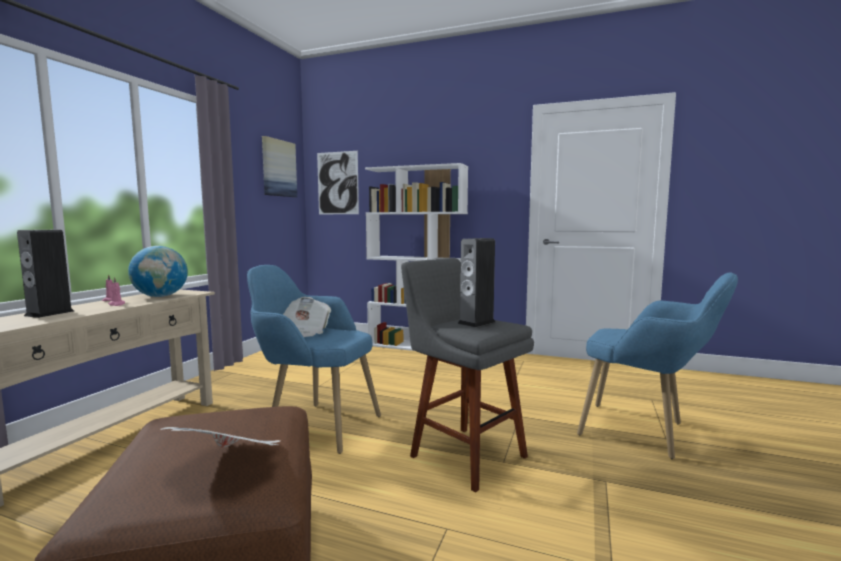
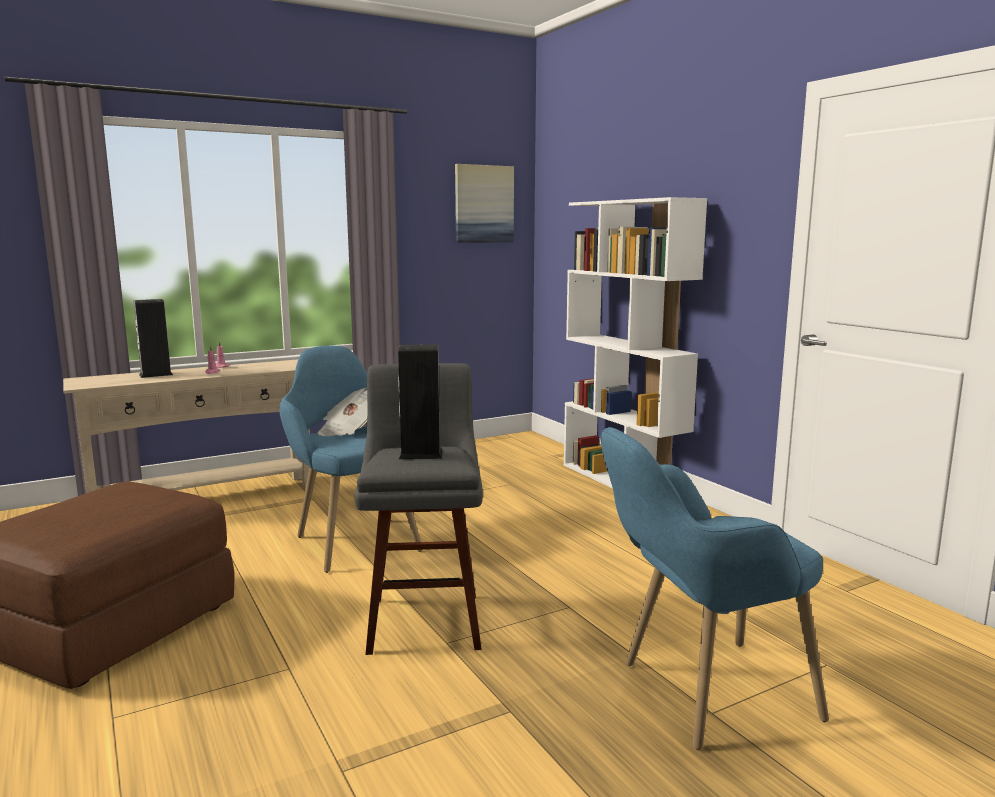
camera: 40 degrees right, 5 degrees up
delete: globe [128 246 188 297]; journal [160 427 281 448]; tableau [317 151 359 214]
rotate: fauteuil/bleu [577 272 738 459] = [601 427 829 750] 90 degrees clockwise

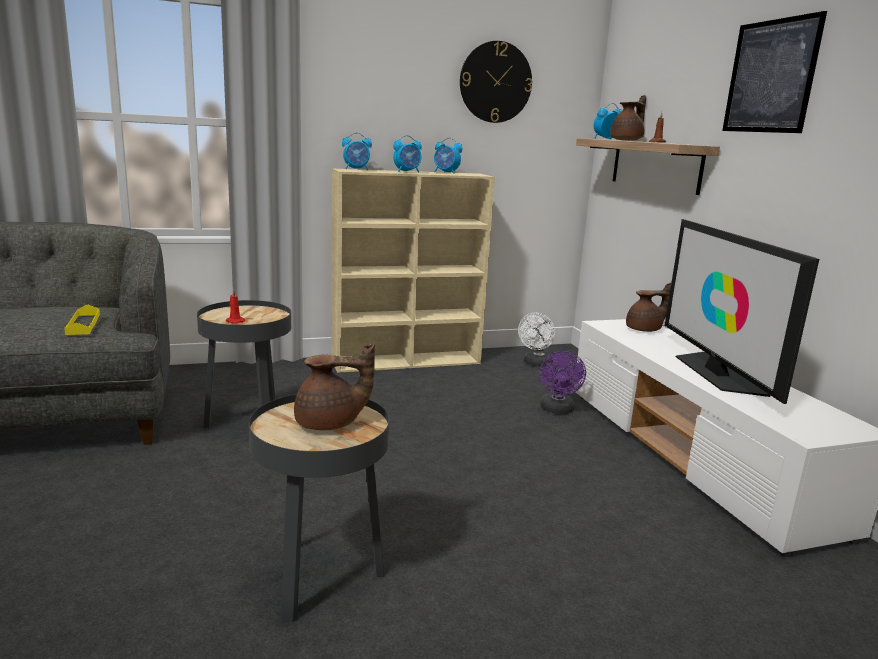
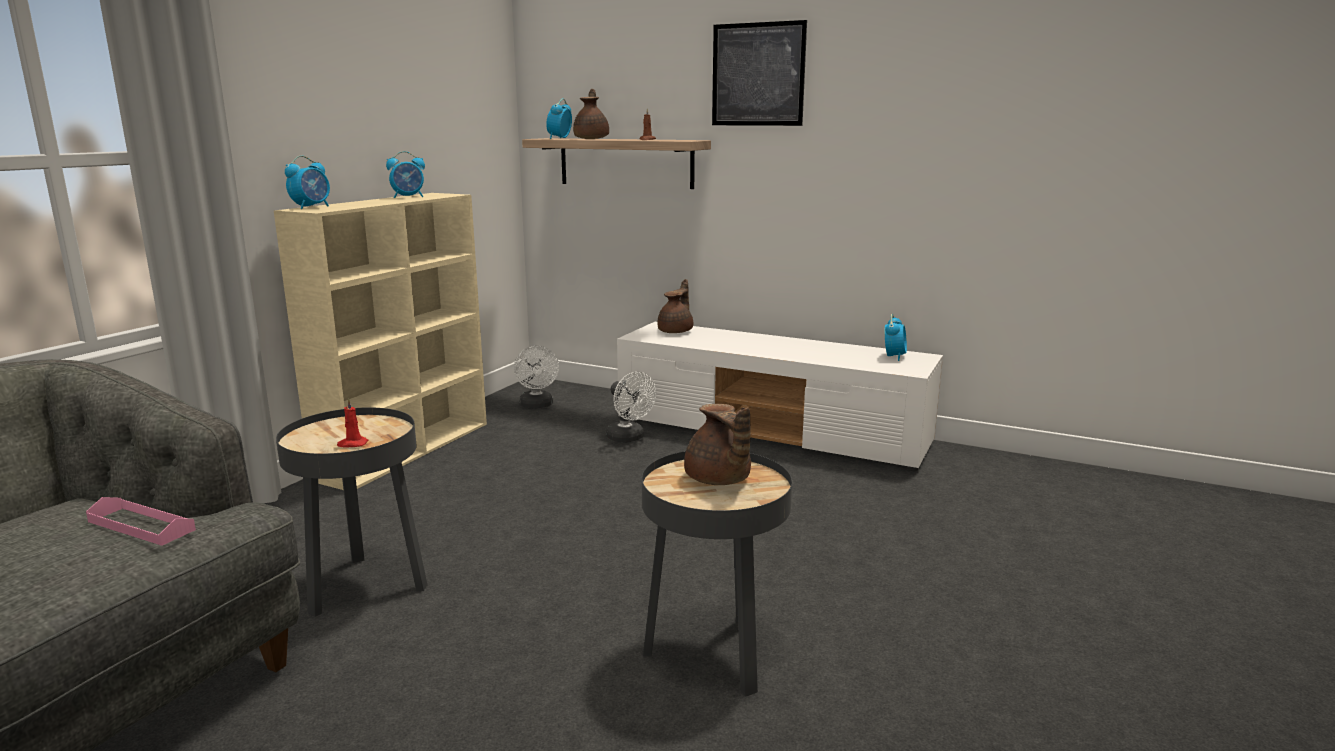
camera: 45 degrees left, 0 degrees up
delete: horloge murale [460 41 533 123]; téléviseur [665 219 819 404]
move: réveil [393 135 422 173] to [885 314 907 361]
recolor: plateau/jaune [64 305 100 335] to plateau/rose [86 497 196 546]; ventilateur/violet [539 351 586 414] to ventilateur/blanc [606 372 656 443]
rotate: théière/marron [294 343 375 430] = [684 404 751 485] 120 degrees clockwise

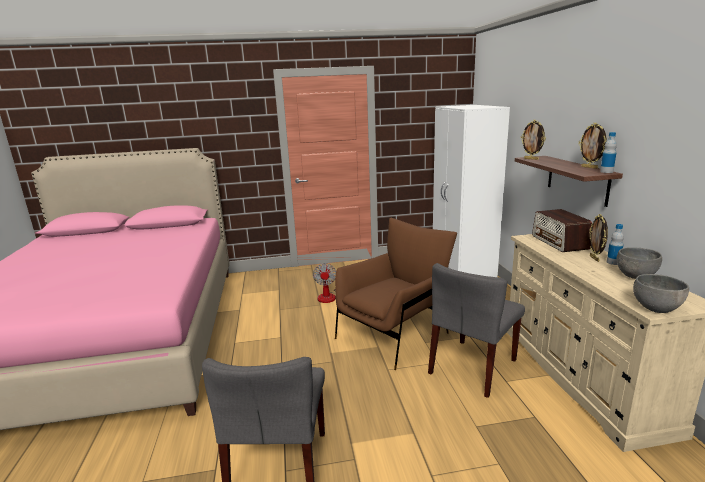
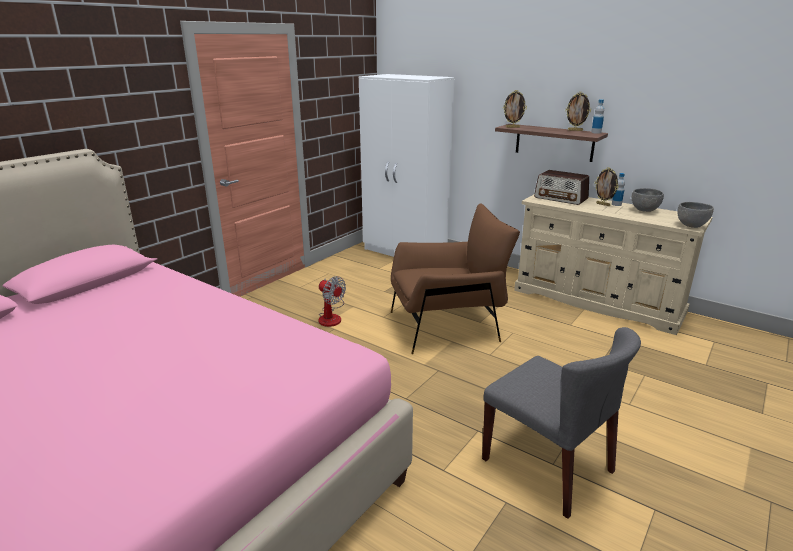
camera: 45 degrees left, 5 degrees up
delete: chaise/gris [428 263 525 398]
rotate: fauteuil/marron [335 218 457 370] = [391 203 520 354] 75 degrees clockwise

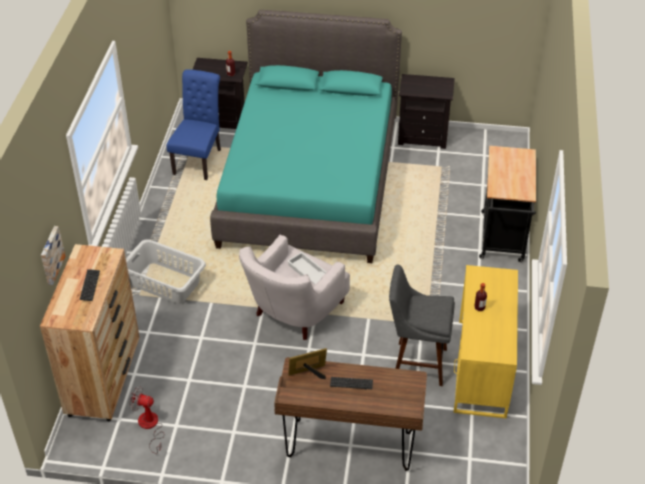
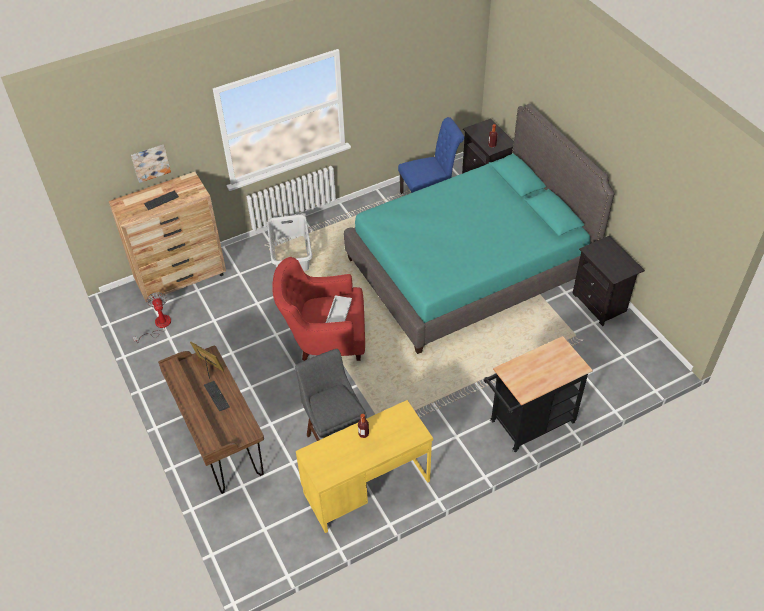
camera: 55 degrees right, 5 degrees up
recolor: fauteuil/blanc [239 235 350 340] to fauteuil/rouge [272 257 365 361]

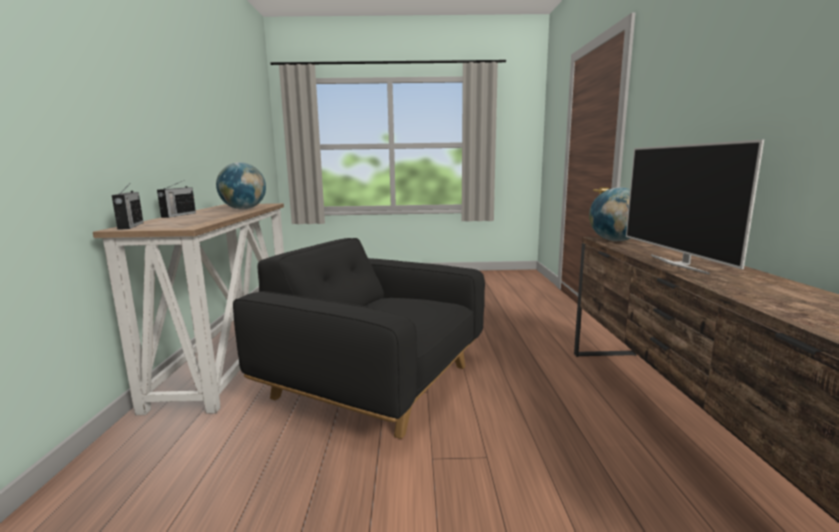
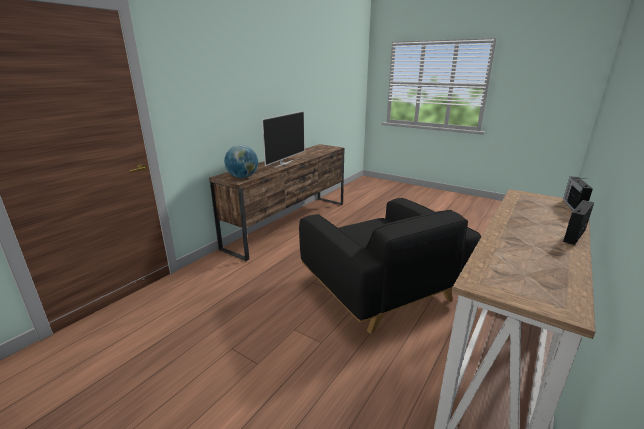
camera: 145 degrees left, 10 degrees up
delete: globe [216 162 266 209]

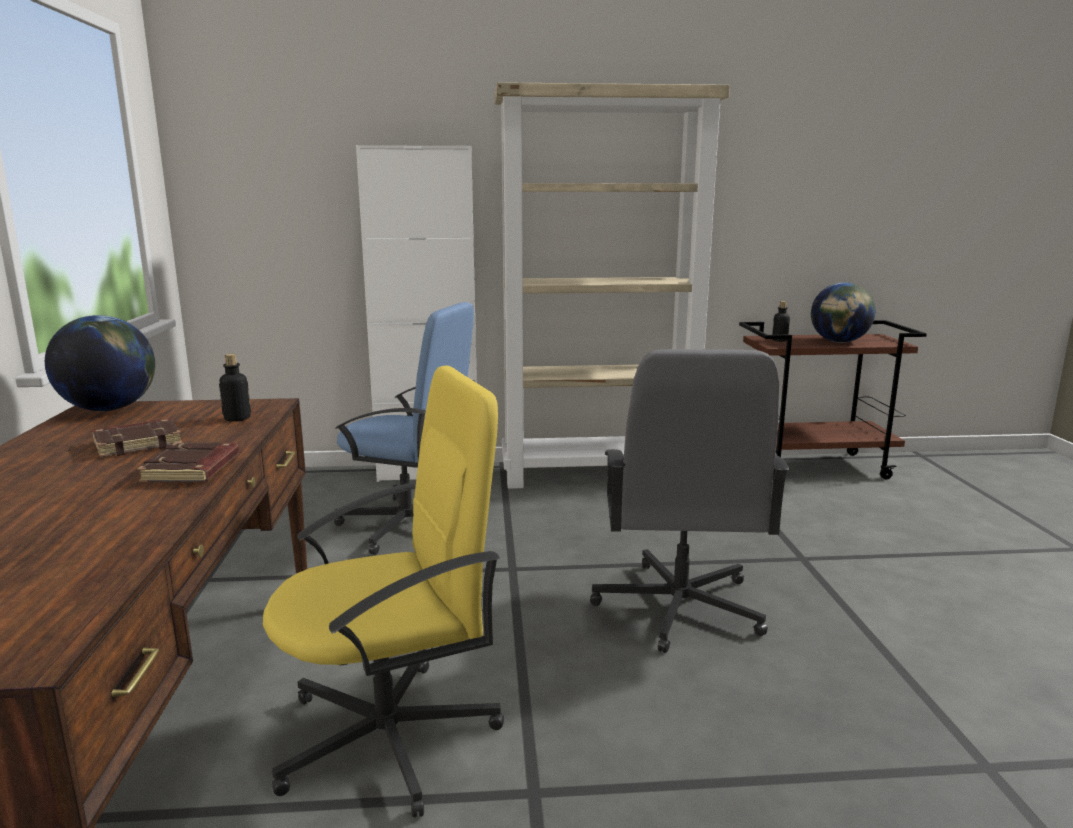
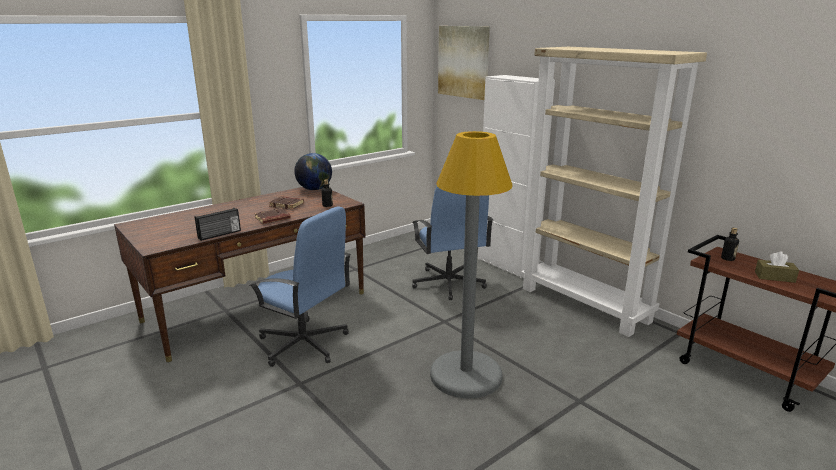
camera: 55 degrees right, 5 degrees up
insert: radio [195 208 241 241]; tableau [438 26 490 100]
replace: chaise de bureau/gris [590 349 790 653] to lampadaire/gris [430 131 513 399]; globe [811 282 875 343] to boîte à mouchoirs/marron [755 251 799 283]
recolor: chaise de bureau/jaune [263 366 504 817] to chaise de bureau/bleu [249 206 351 367]

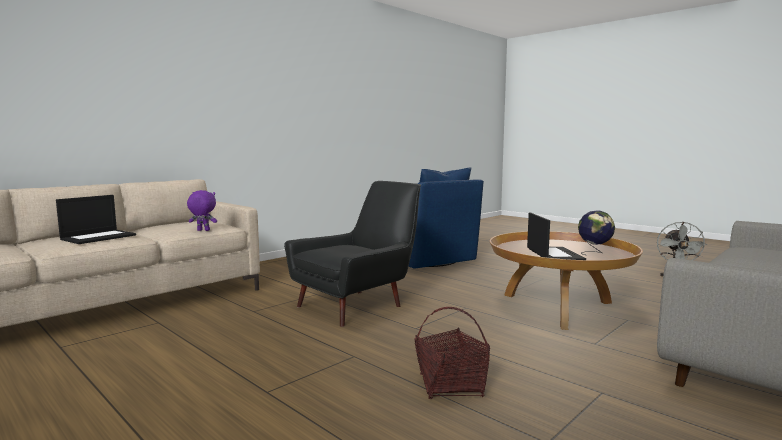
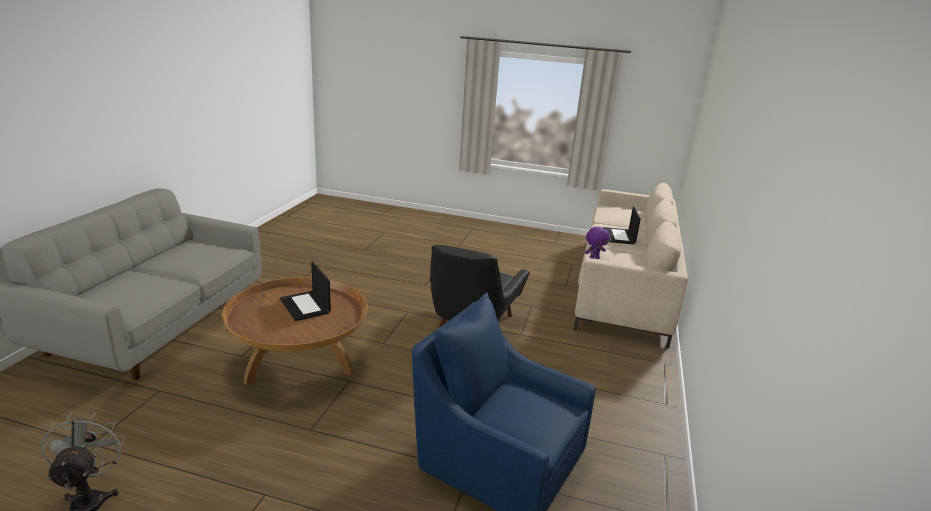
camera: 150 degrees right, 15 degrees up
delete: panier [415 307 490 399]; globe [578 210 615 255]

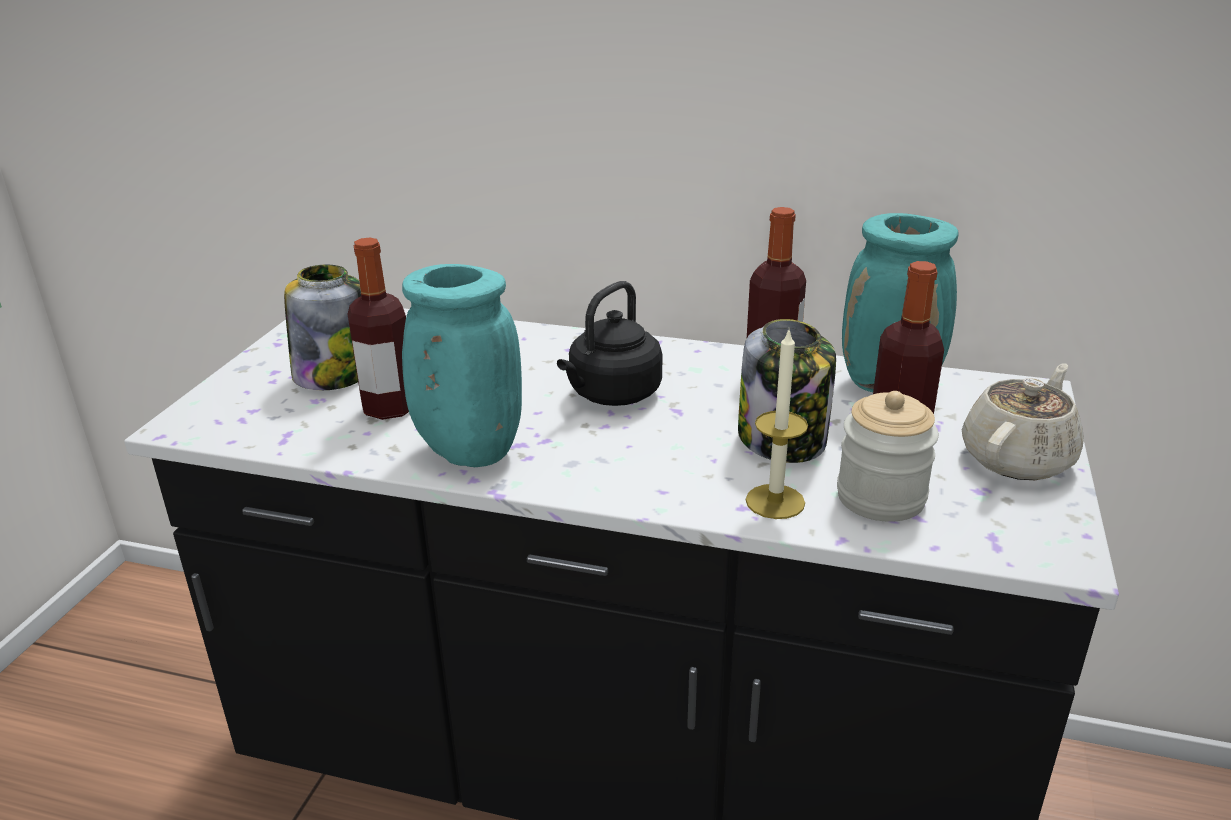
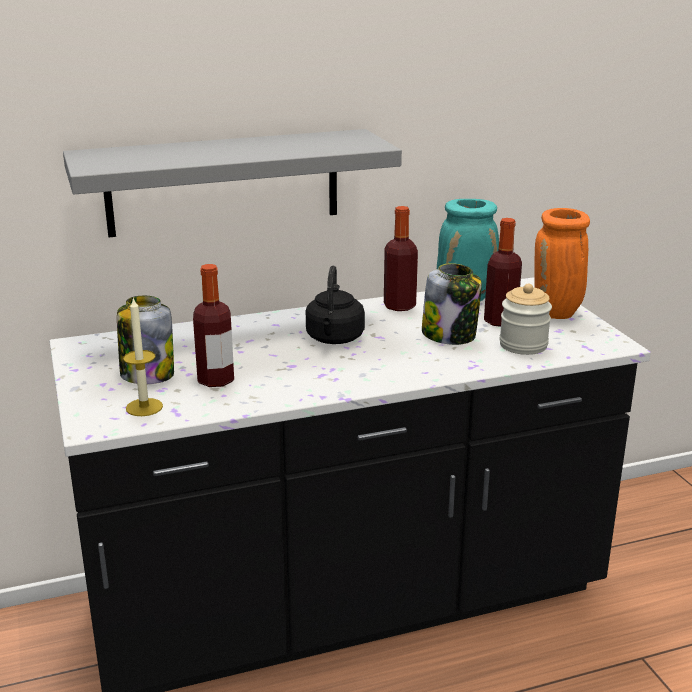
camera: 35 degrees left, 5 degrees down
delete: vase/turquoise [402 264 522 467]
insert: étagère/gris [63 129 402 237]
move: bougie [746 330 808 519] to [123 297 163 416]
replace: théière/beige [962 363 1084 480] to vase/orange [534 208 590 319]

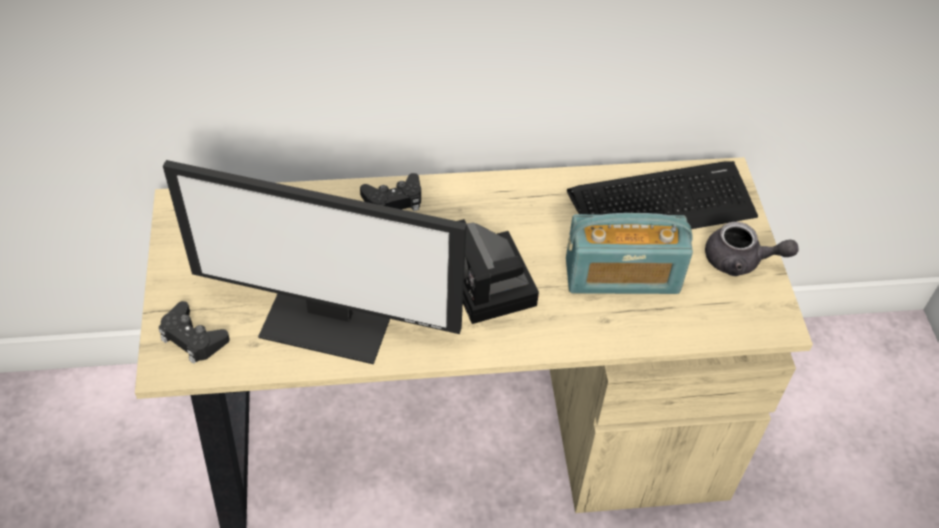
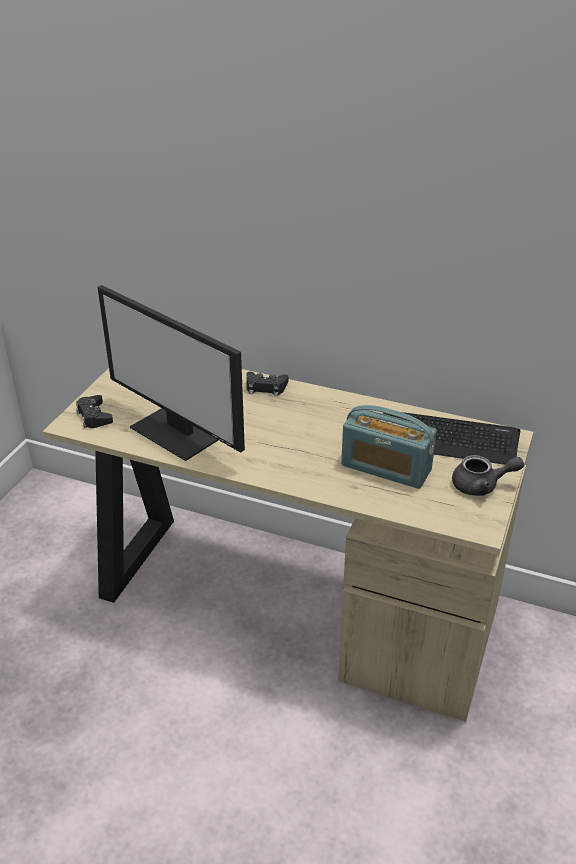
camera: 30 degrees right, 15 degrees down
delete: appareil photo [458 219 539 324]
rotate: théière/gris [705 222 799 276] = [452 455 524 496] 45 degrees counterclockwise

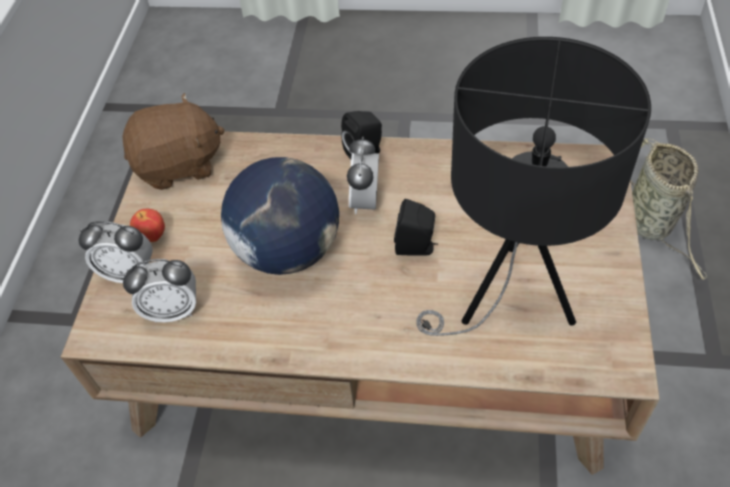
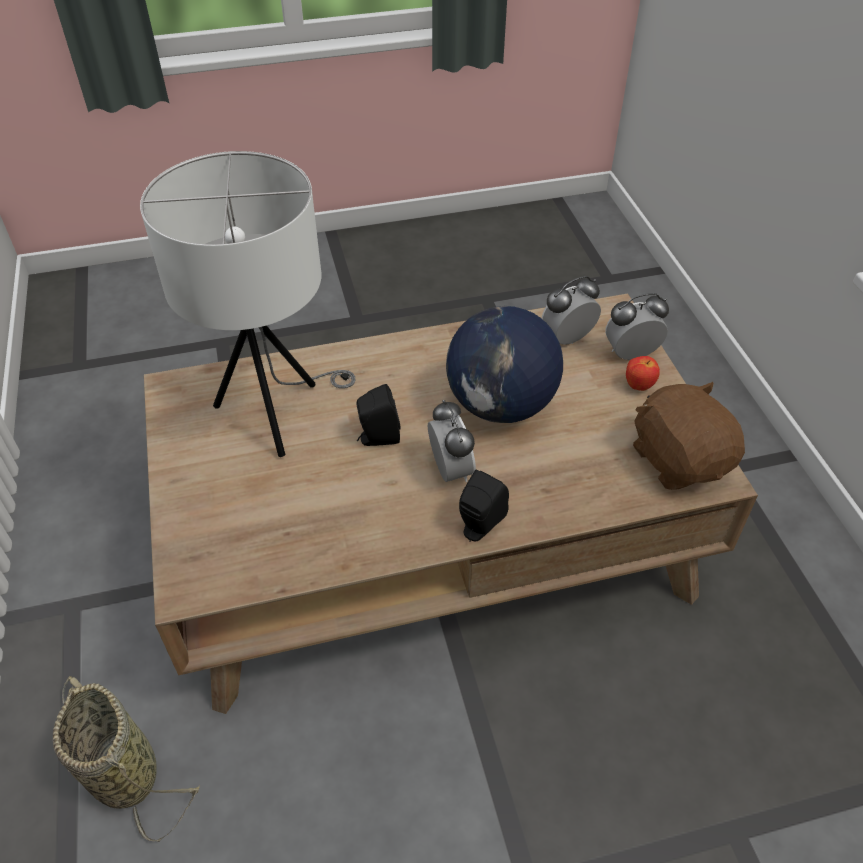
camera: 155 degrees right, 5 degrees down
recolor: lampe de table/noir [416 37 651 336] to lampe de table/blanc [140 151 356 457]
rotate: peluche/marron [123 93 225 190] = [633 382 745 490] 105 degrees clockwise

